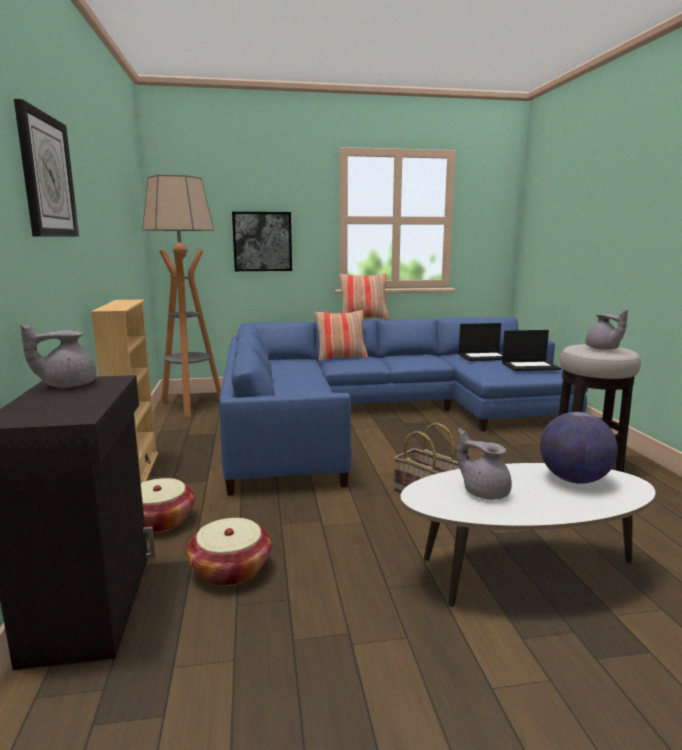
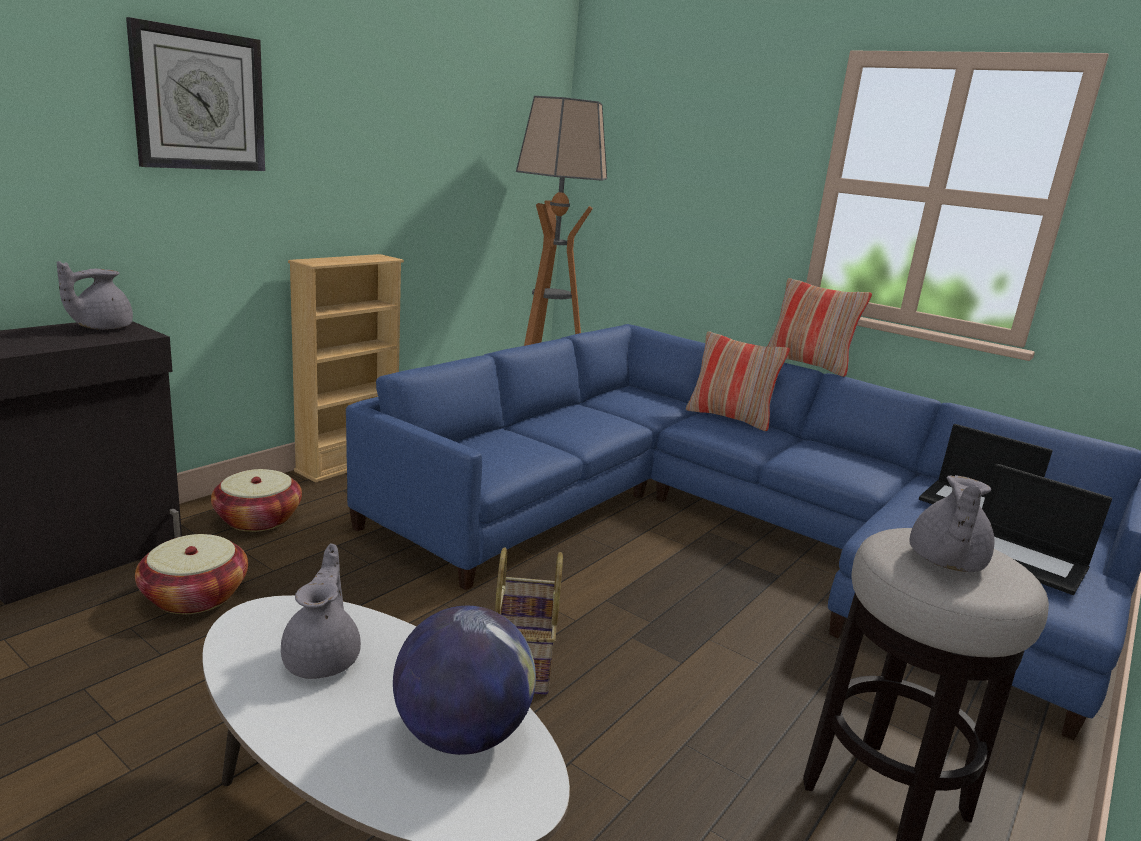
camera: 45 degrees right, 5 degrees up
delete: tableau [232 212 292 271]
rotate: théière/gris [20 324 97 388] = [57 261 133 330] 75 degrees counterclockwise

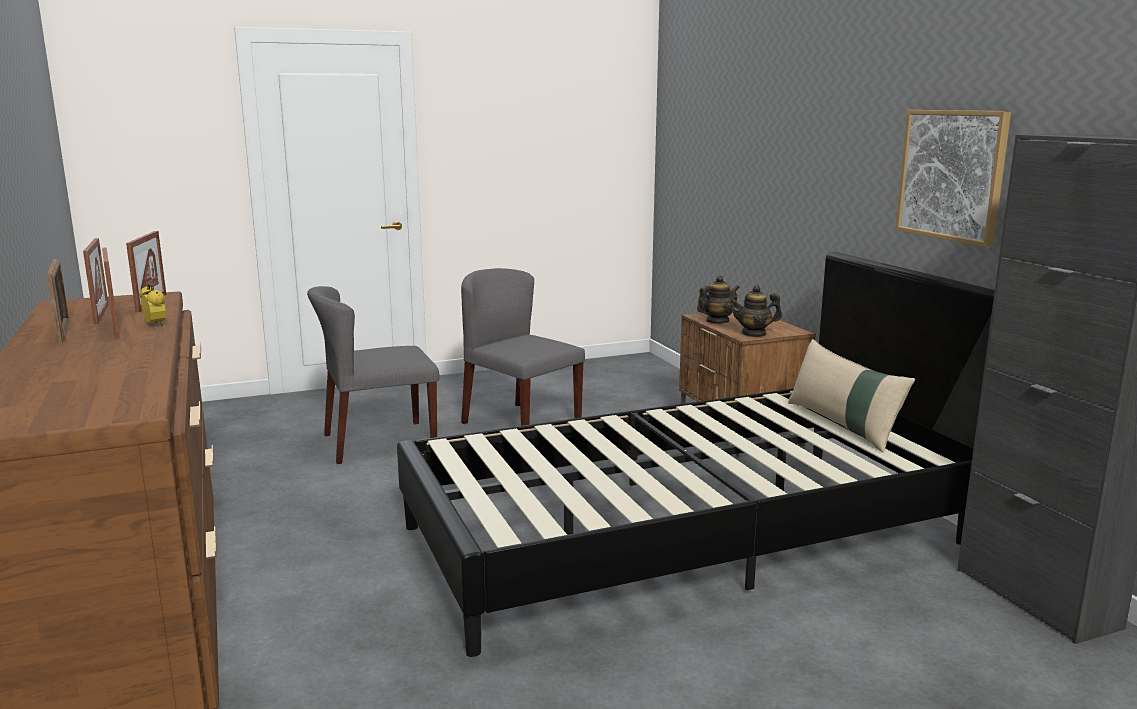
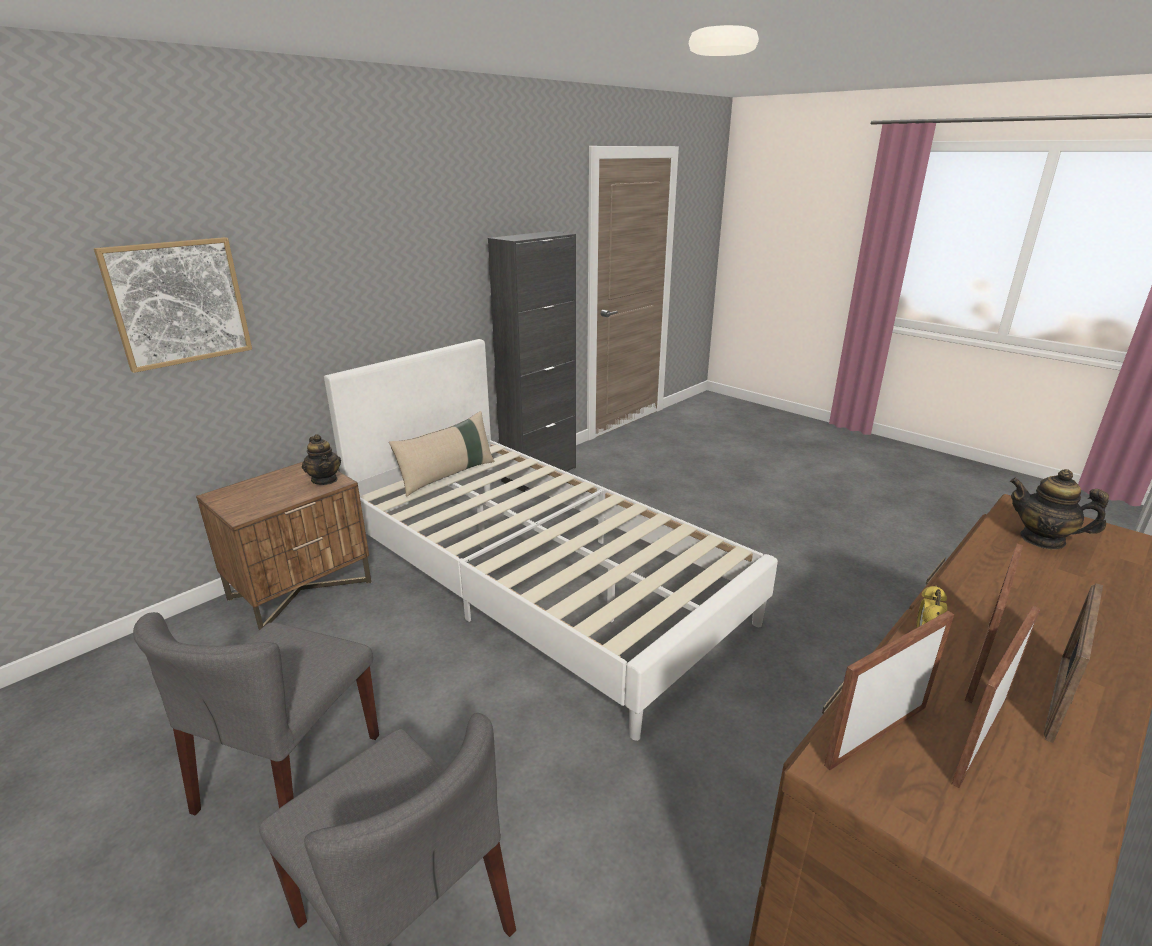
camera: 115 degrees left, 10 degrees up
move: théière [697 275 740 323] to [1010 469 1109 550]; tableau [895 110 1011 247] to [94 237 252 373]
recolor: lit/noir [397 252 995 657] to lit/blanc [324 339 778 741]

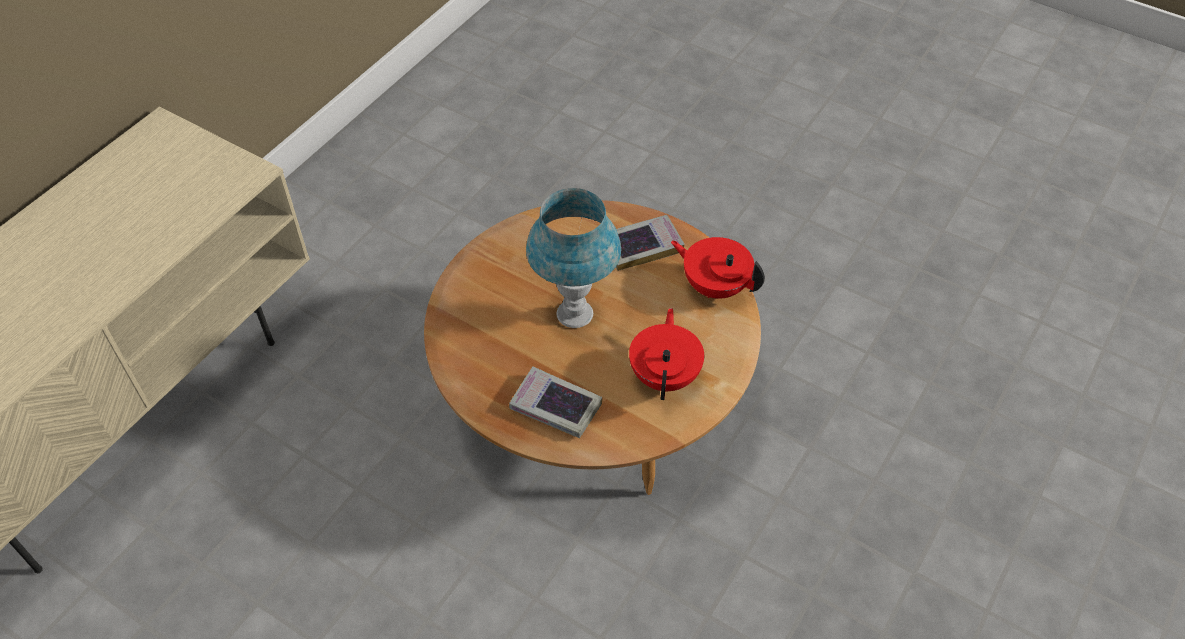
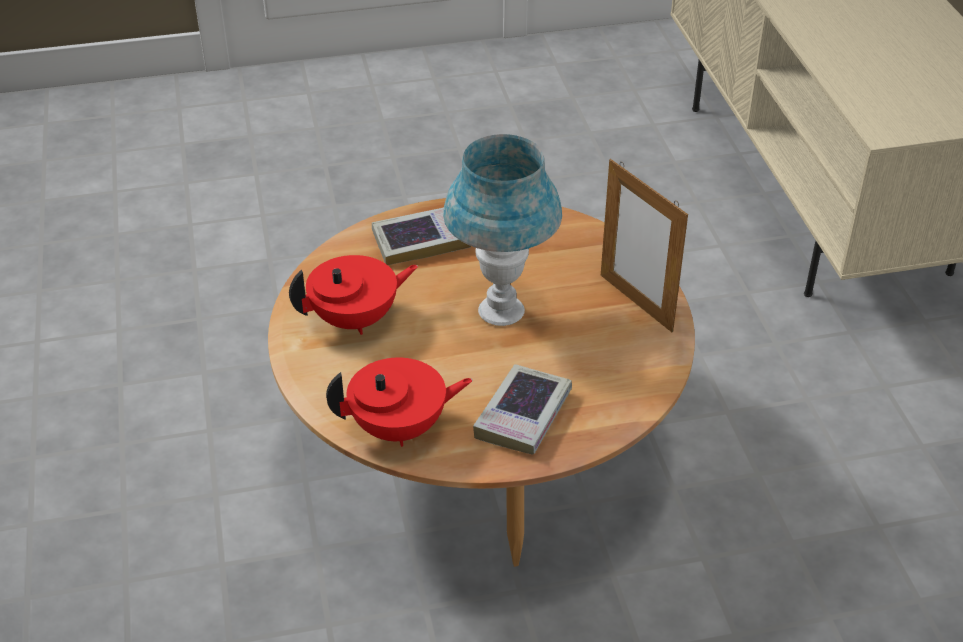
camera: 135 degrees right, 10 degrees down
insert: cadre photo [601 159 688 332]
rotate: théière/rouge [629 308 704 400] = [289 255 418 335] 75 degrees counterclockwise

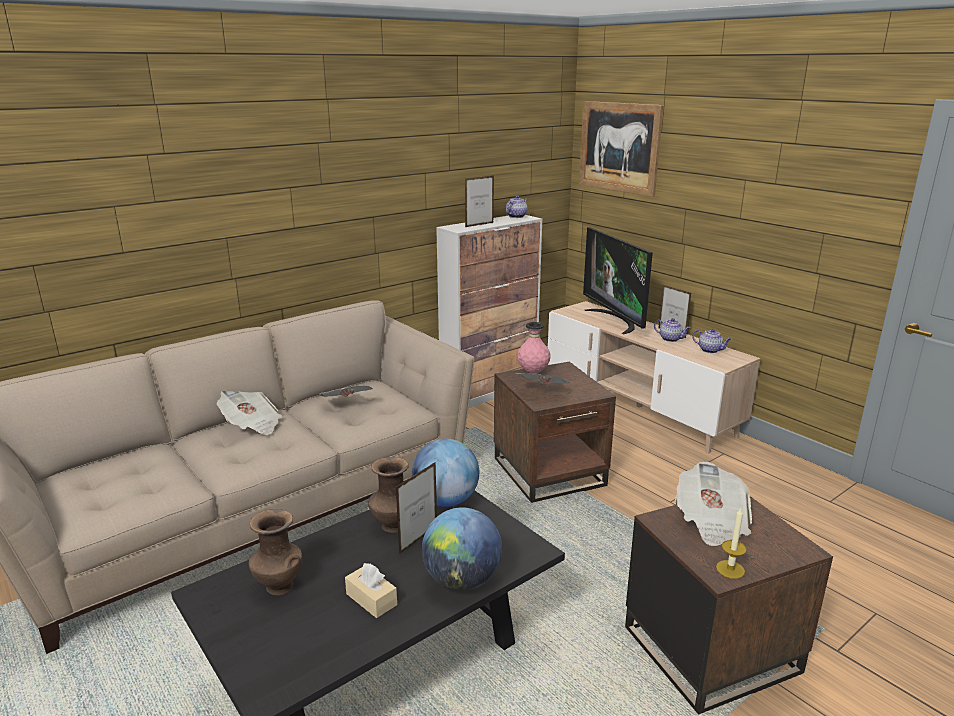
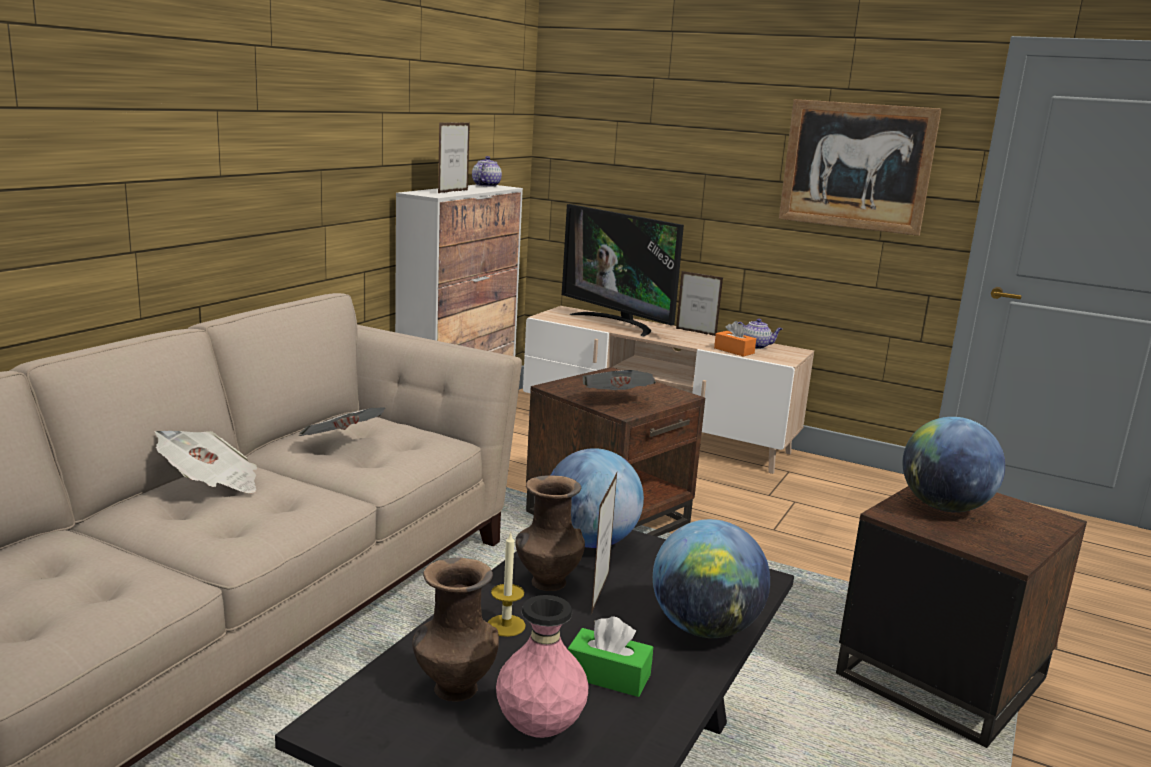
camera: 25 degrees left, 5 degrees down
delete: théière [654 318 691 342]
insert: boîte à mouchoirs/orange [714 321 756 357]
move: vase/rose [517 322 551 373] to [496 595 588 738]; tableau [579 101 663 197] to [779 99 942 236]; bougie [716 508 747 579] to [488 531 526 637]
replace: journal [675 462 752 546] to globe [902 417 1005 512]
recolor: boîte à mouchoirs/beige [345 563 397 618] to boîte à mouchoirs/vert [568 616 653 697]

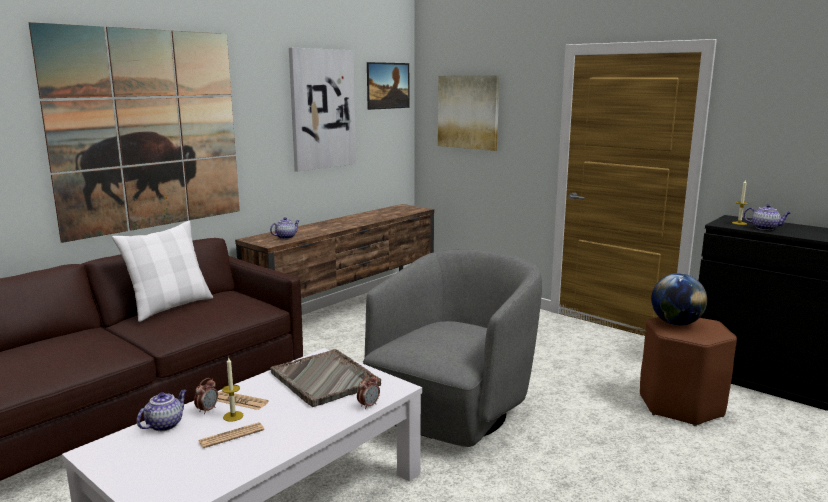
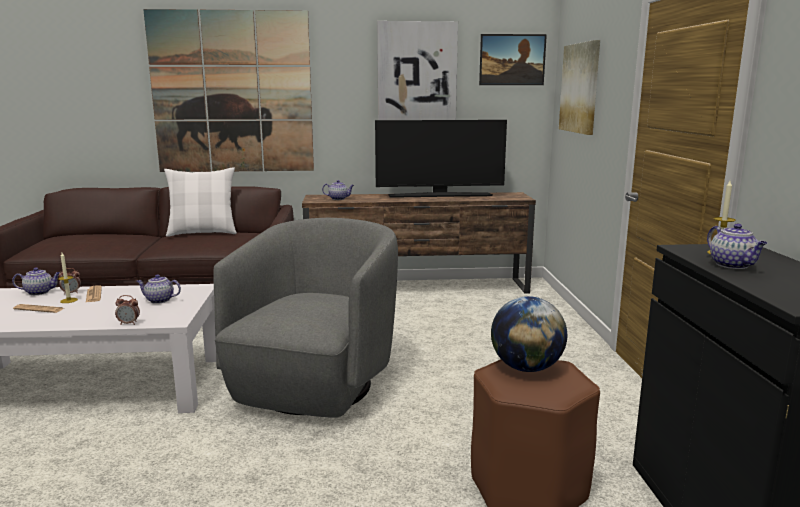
camera: 45 degrees right, 0 degrees up
insert: téléviseur [375 120 507 198]
replace: plateau/gris [270 349 381 407] to théière [136 274 181 304]
rotate: fauteuil/gris [363 250 542 447] = [213 218 398 418] 60 degrees counterclockwise

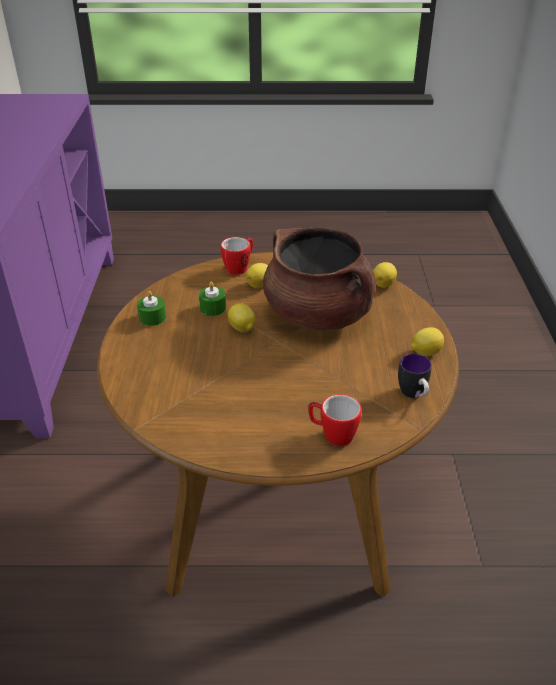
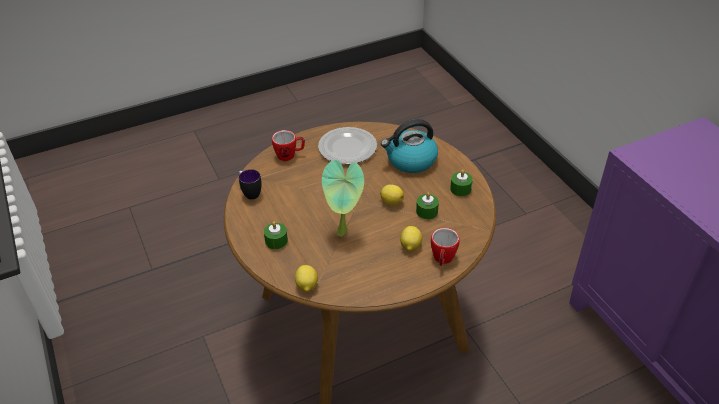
camera: 155 degrees right, 5 degrees up
delete: citron [411 327 444 356]
insert: bougie/vert [264 222 288 249]; assiette [318 127 377 164]; bouilloire [381 119 438 173]
replace: marmite/marron [263 227 376 330] to plante en pot [322 160 364 237]

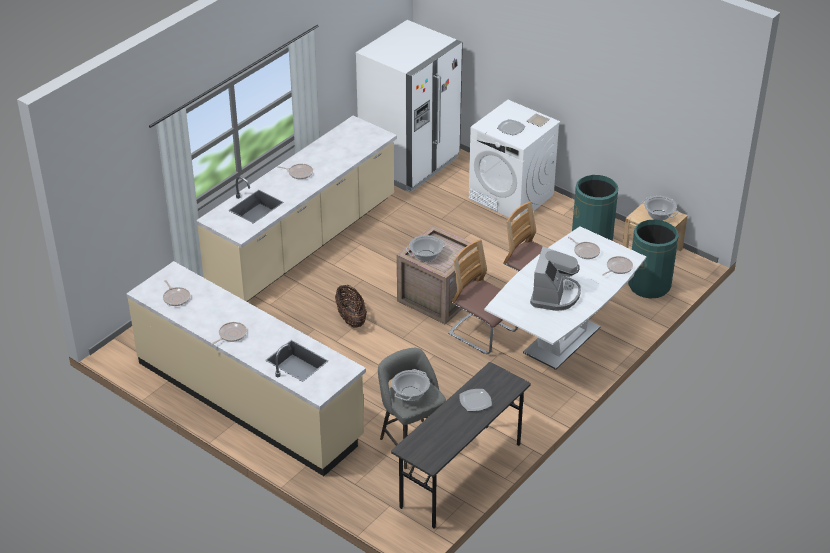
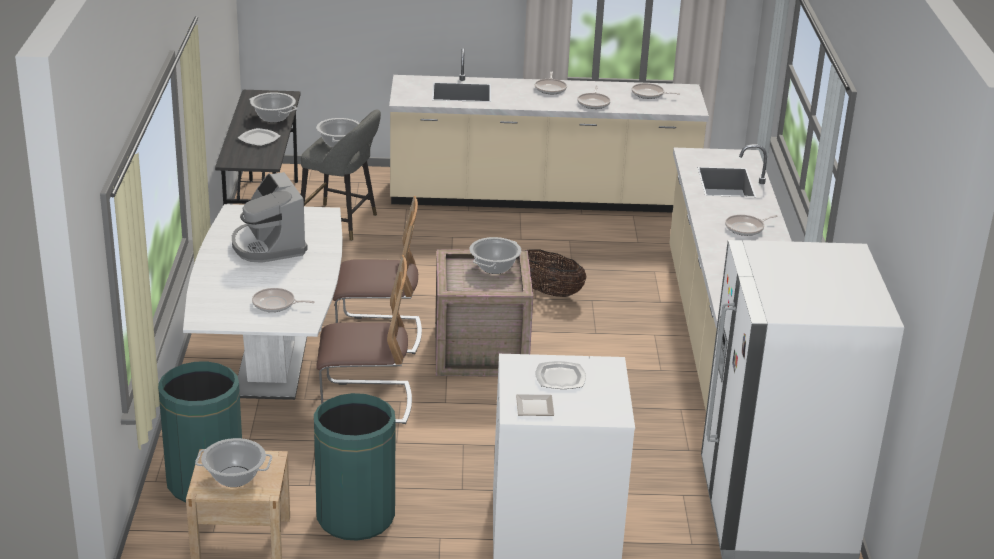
camera: 140 degrees right, 10 degrees down
insert: marmite [249 92 297 123]
move: poêle [602 256 633 276] to [577 86 611 109]

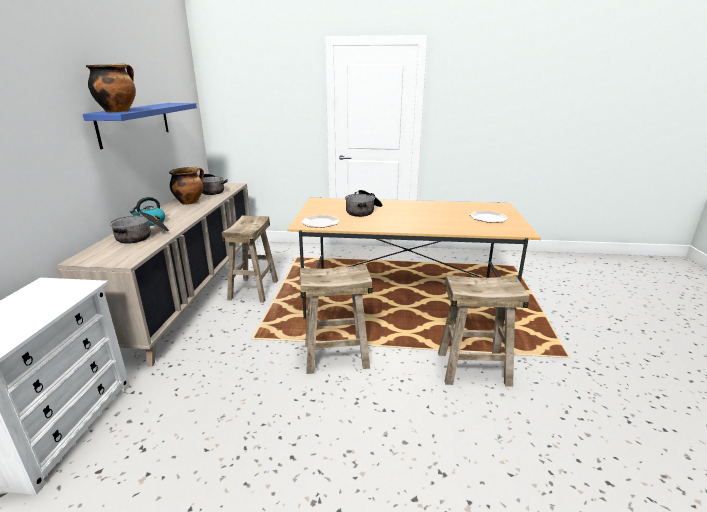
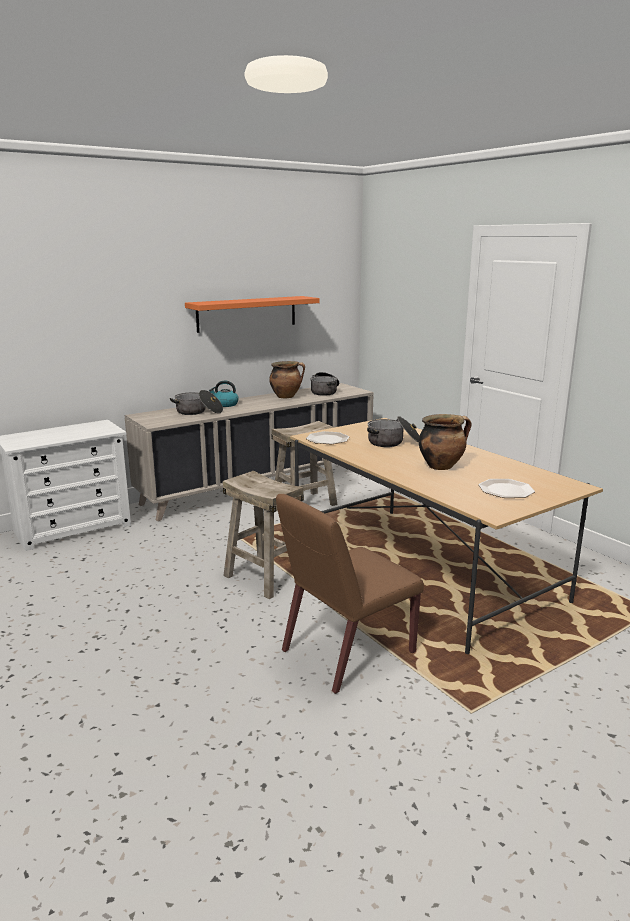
camera: 50 degrees right, 5 degrees down
move: marmite [86 63 136 112] to [419 414 472 470]
replace: tabouret/beige [438 274 530 387] to chaise/marron [276 494 424 694]
recolor: étagère/bleu [83 103 197 149] to étagère/orange [185 296 320 333]

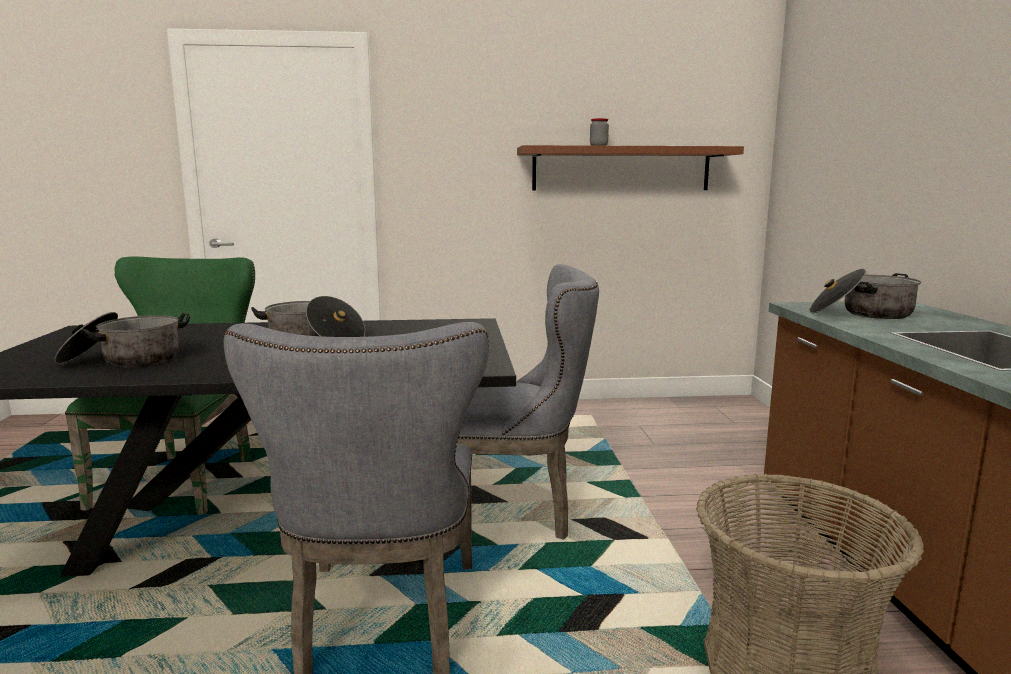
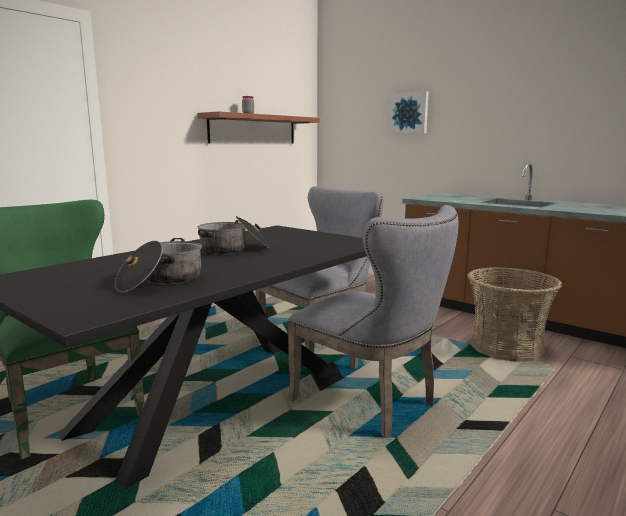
camera: 45 degrees left, 0 degrees up
delete: marmite [809 269 921 319]
insert: tableau [390 91 429 134]

